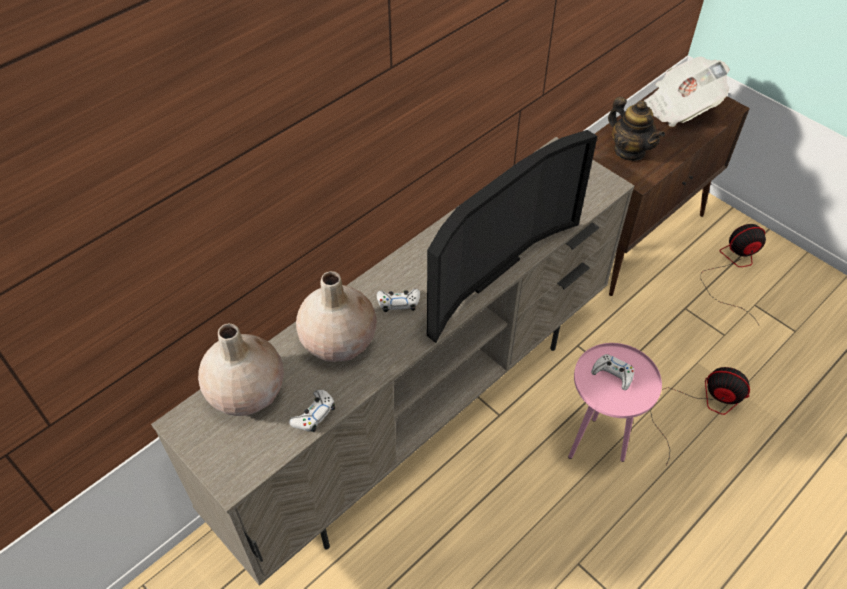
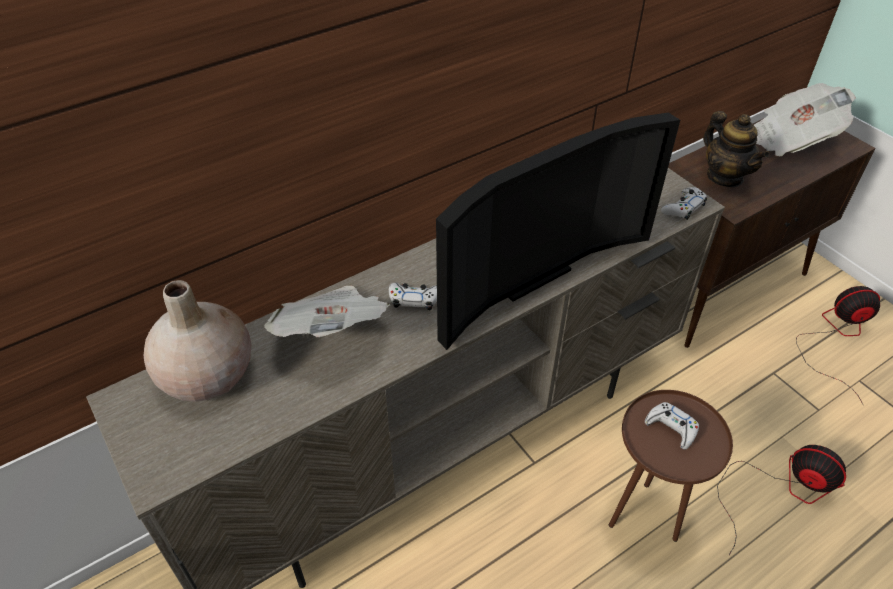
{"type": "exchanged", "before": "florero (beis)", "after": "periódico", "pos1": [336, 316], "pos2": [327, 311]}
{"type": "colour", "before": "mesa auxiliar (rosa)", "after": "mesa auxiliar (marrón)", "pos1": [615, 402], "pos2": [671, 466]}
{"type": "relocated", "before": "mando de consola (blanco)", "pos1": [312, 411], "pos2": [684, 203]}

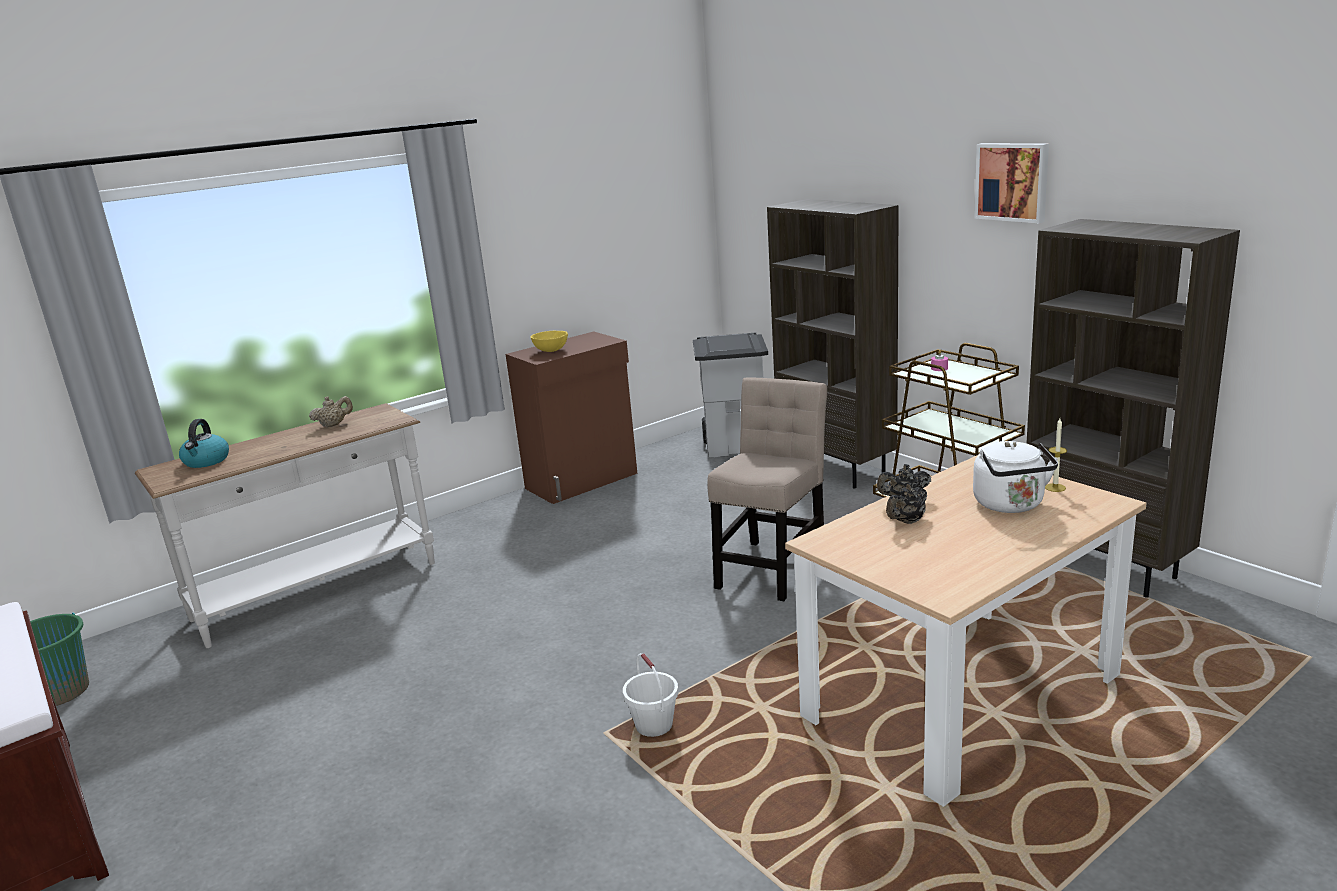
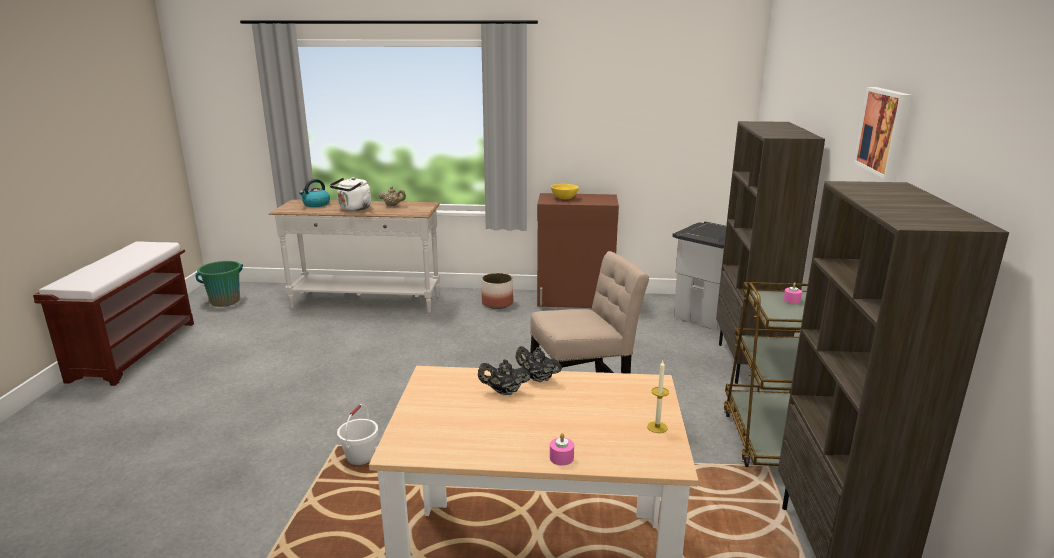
{"type": "relocated", "before": "hervidor (blanco)", "pos1": [1015, 477], "pos2": [350, 194]}
{"type": "appeared", "after": "maceta", "pos2": [497, 291]}
{"type": "appeared", "after": "vela (rosa)", "pos2": [562, 449]}

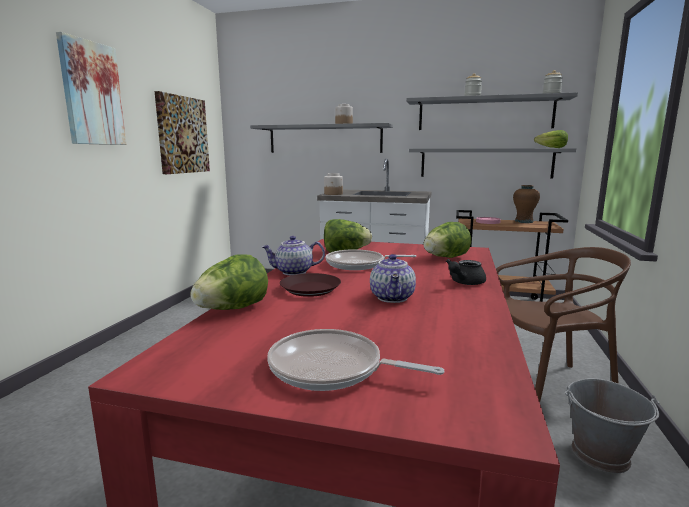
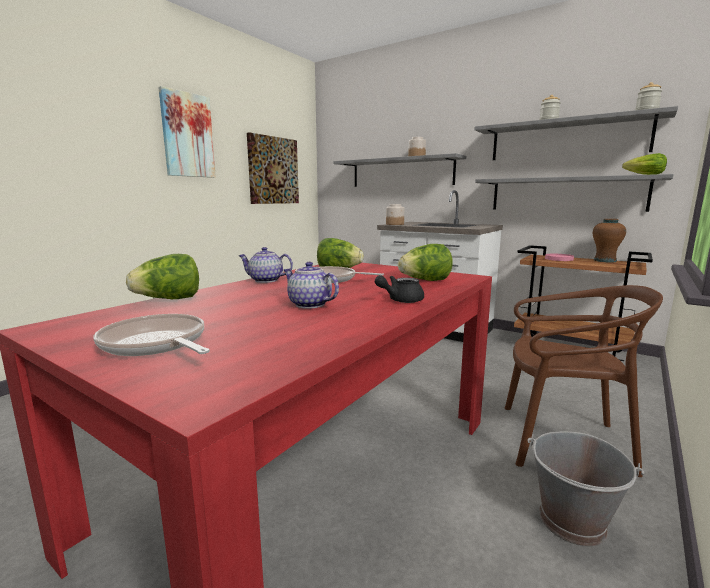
{"type": "spun", "before": "tetera", "pos1": [393, 278], "pos2": [311, 285], "turn": 105}
{"type": "missing", "before": "plato (marrón)", "pos1": [310, 285]}

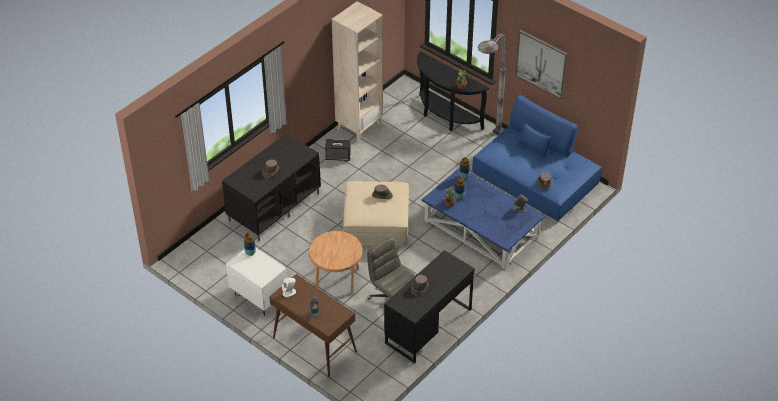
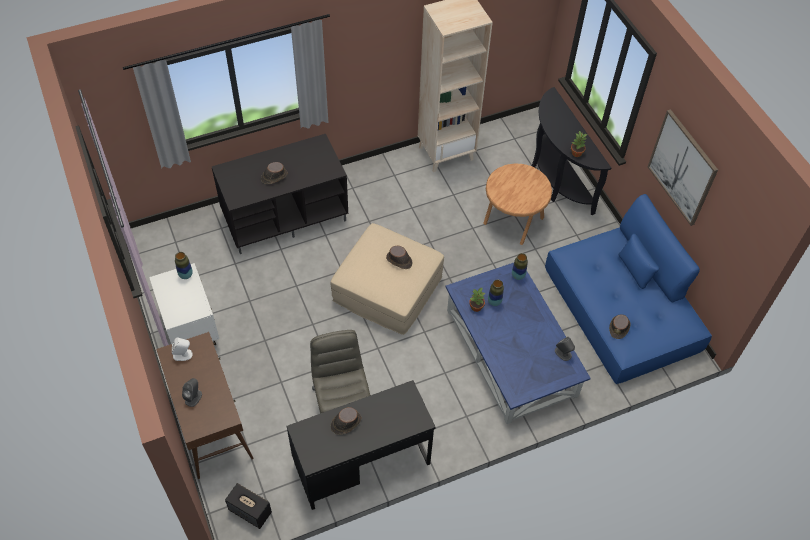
{"type": "relocated", "before": "altavoz", "pos1": [338, 150], "pos2": [248, 506]}
{"type": "relocated", "before": "mesa auxiliar (marrón)", "pos1": [335, 262], "pos2": [517, 204]}
{"type": "missing", "before": "lámpara de pie (gris)", "pos1": [492, 84]}

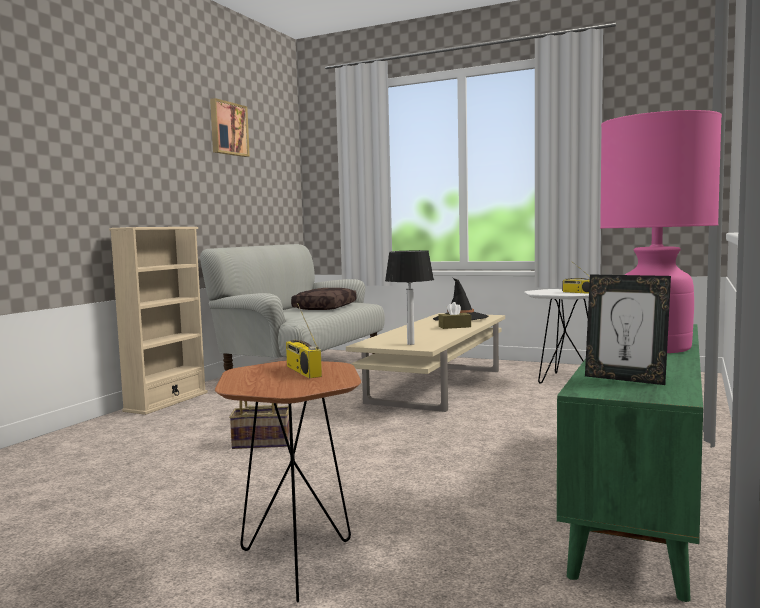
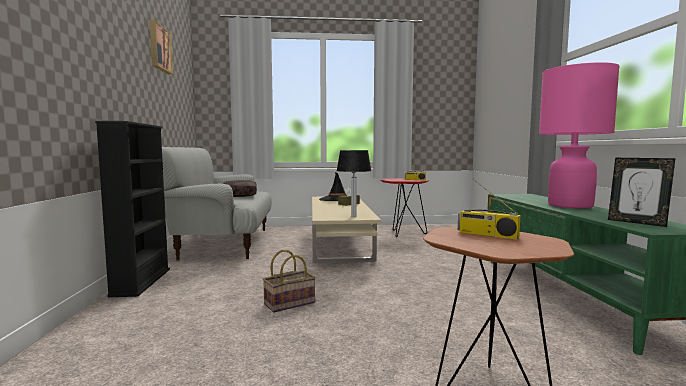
{"type": "colour", "before": "estantería (beis)", "after": "estantería (negro)", "pos1": [158, 321], "pos2": [132, 209]}
{"type": "colour", "before": "mesa auxiliar (blanco)", "after": "mesa auxiliar (rojo)", "pos1": [556, 336], "pos2": [405, 208]}
{"type": "spun", "before": "portarretratos", "pos1": [628, 329], "pos2": [641, 192], "turn": 45}

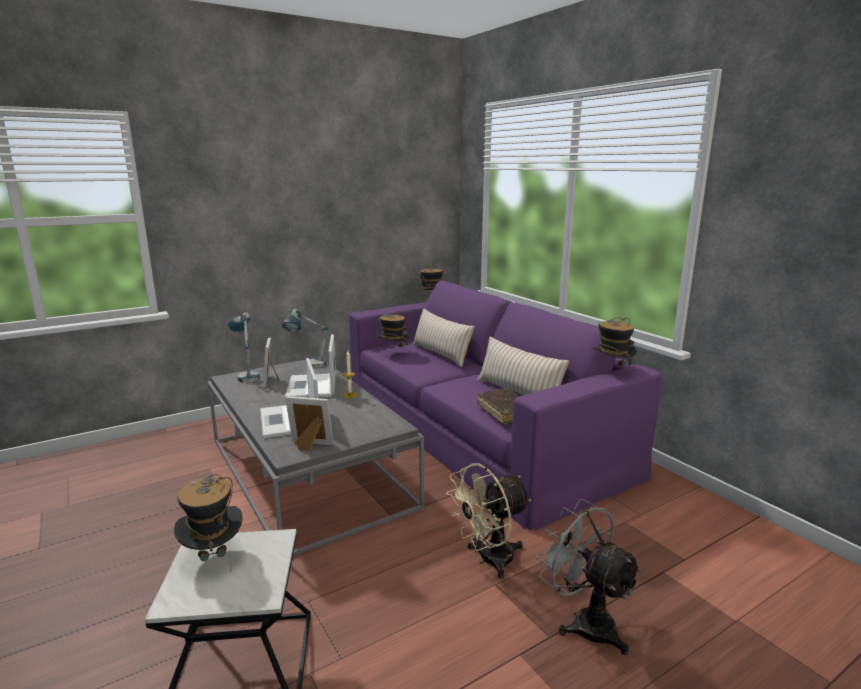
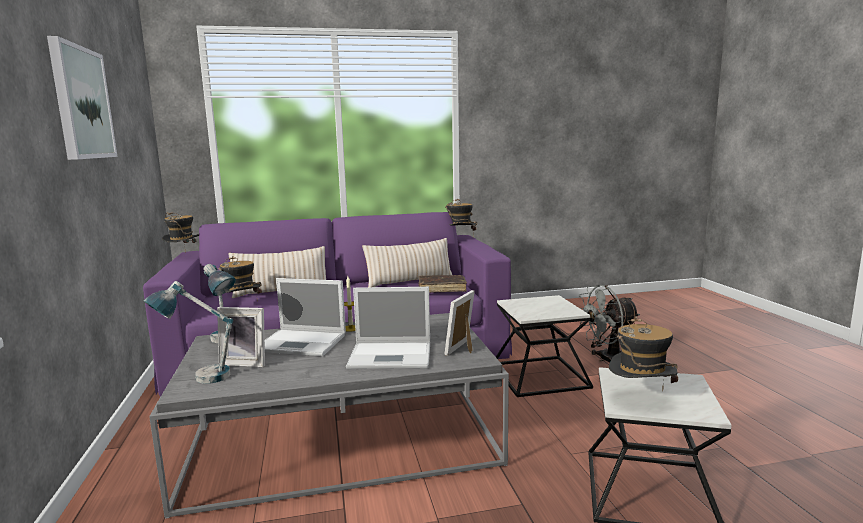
{"type": "appeared", "after": "cuadro", "pos2": [82, 98]}
{"type": "exchanged", "before": "ventilador (beis)", "after": "mesa auxiliar", "pos1": [488, 521], "pos2": [544, 346]}

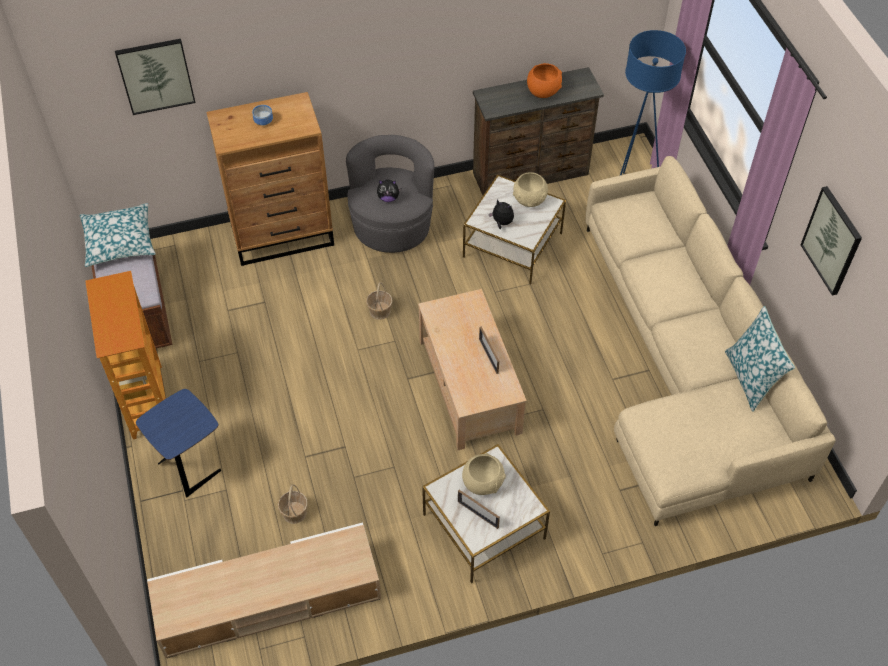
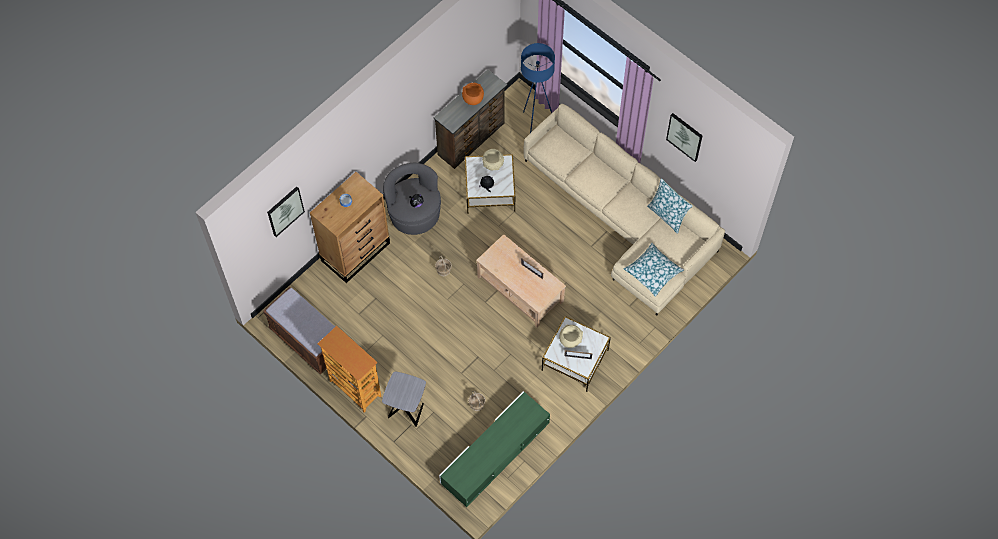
{"type": "colour", "before": "mesa auxiliar (azul)", "after": "mesa auxiliar (gris)", "pos1": [178, 443], "pos2": [404, 399]}
{"type": "colour", "before": "mueble de televisión (beis)", "after": "mueble de televisión (verde)", "pos1": [264, 590], "pos2": [494, 449]}
{"type": "relocated", "before": "cojín", "pos1": [118, 235], "pos2": [653, 270]}

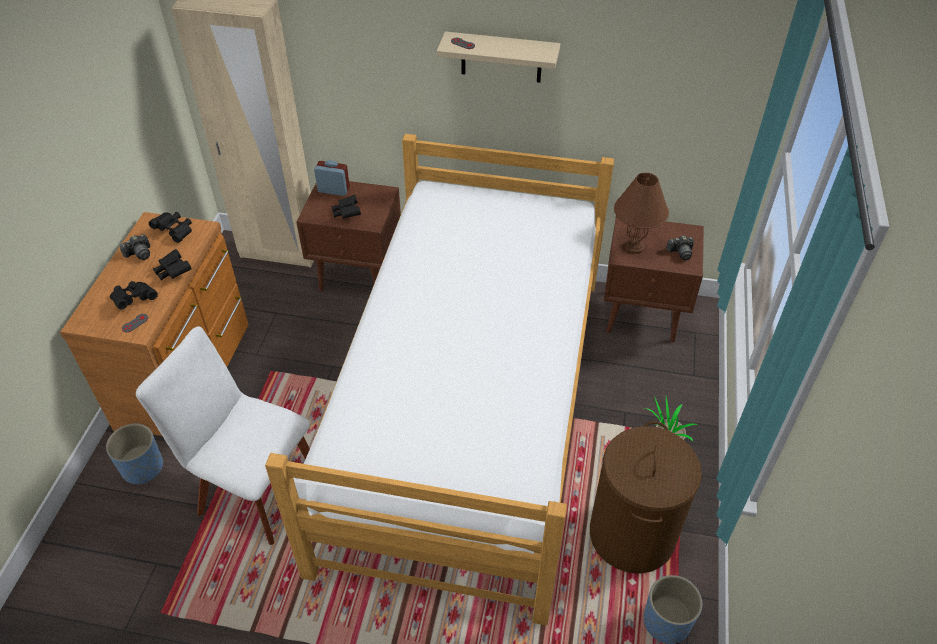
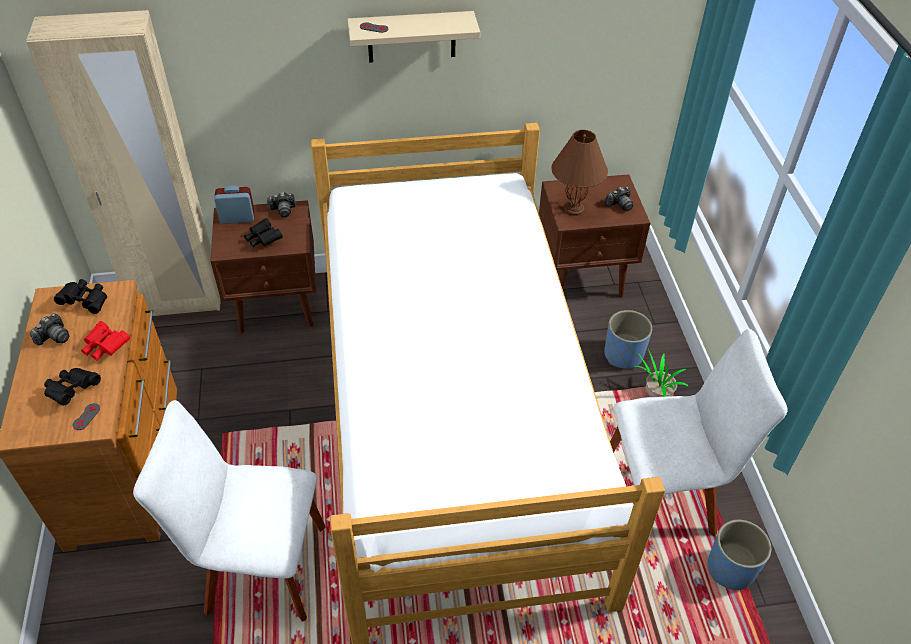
{"type": "colour", "before": "prismáticos (negro)", "after": "prismáticos (rojo)", "pos1": [172, 265], "pos2": [105, 341]}
{"type": "appeared", "after": "cámara", "pos2": [281, 205]}
{"type": "relocated", "before": "maceta (azul)", "pos1": [134, 454], "pos2": [628, 339]}
{"type": "exchanged", "before": "cesto de la ropa (marrón)", "after": "silla (blanco)", "pos1": [646, 497], "pos2": [699, 433]}

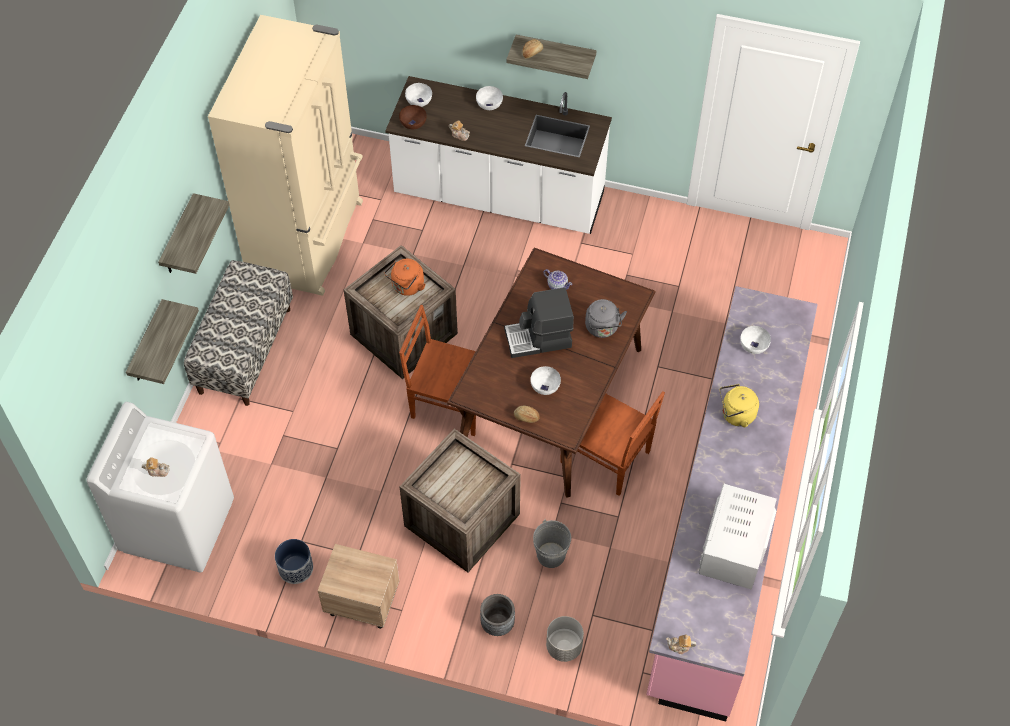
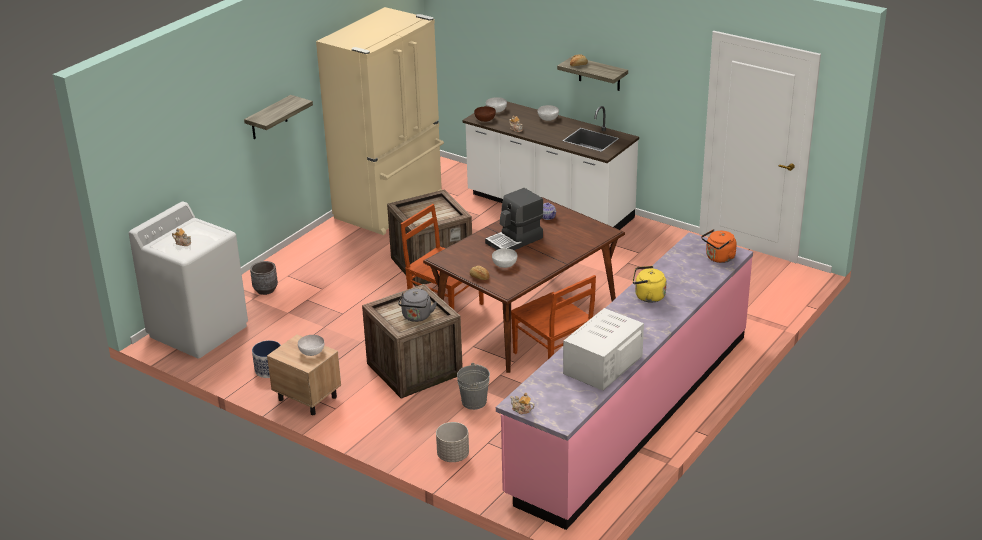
{"type": "relocated", "before": "maceta (gris)", "pos1": [497, 615], "pos2": [264, 278]}
{"type": "relocated", "before": "cuenco (blanco)", "pos1": [755, 340], "pos2": [311, 345]}
{"type": "relocated", "before": "hervidor (gris)", "pos1": [606, 318], "pos2": [417, 305]}
{"type": "spun", "before": "cafetera", "pos1": [539, 322], "pos2": [514, 219], "turn": -45}
{"type": "relocated", "before": "hervidor (naranja)", "pos1": [405, 277], "pos2": [719, 246]}
{"type": "missing", "before": "estante", "pos1": [162, 341]}
{"type": "missing", "before": "banco", "pos1": [238, 333]}

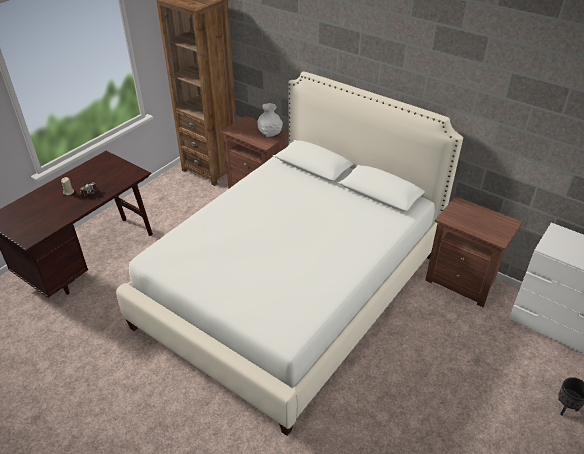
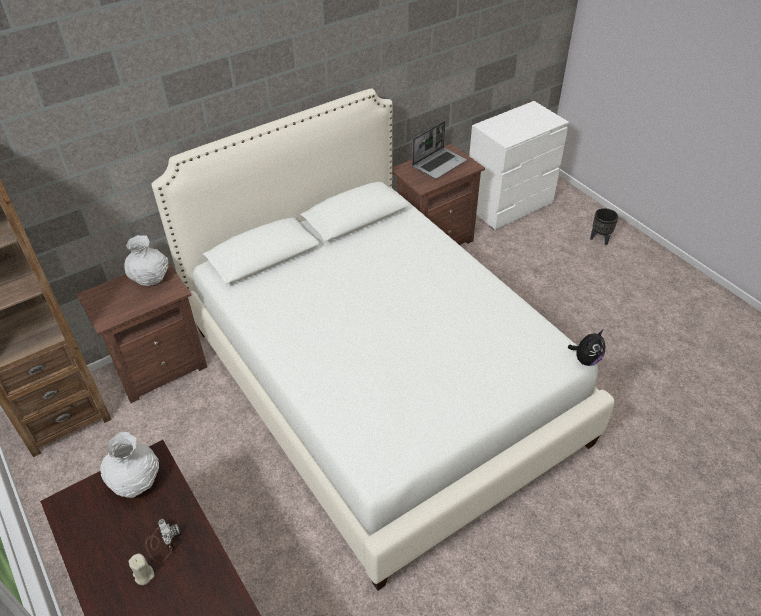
{"type": "appeared", "after": "florero (blanco)", "pos2": [129, 465]}
{"type": "appeared", "after": "portátil", "pos2": [439, 150]}
{"type": "appeared", "after": "peluche", "pos2": [587, 347]}

